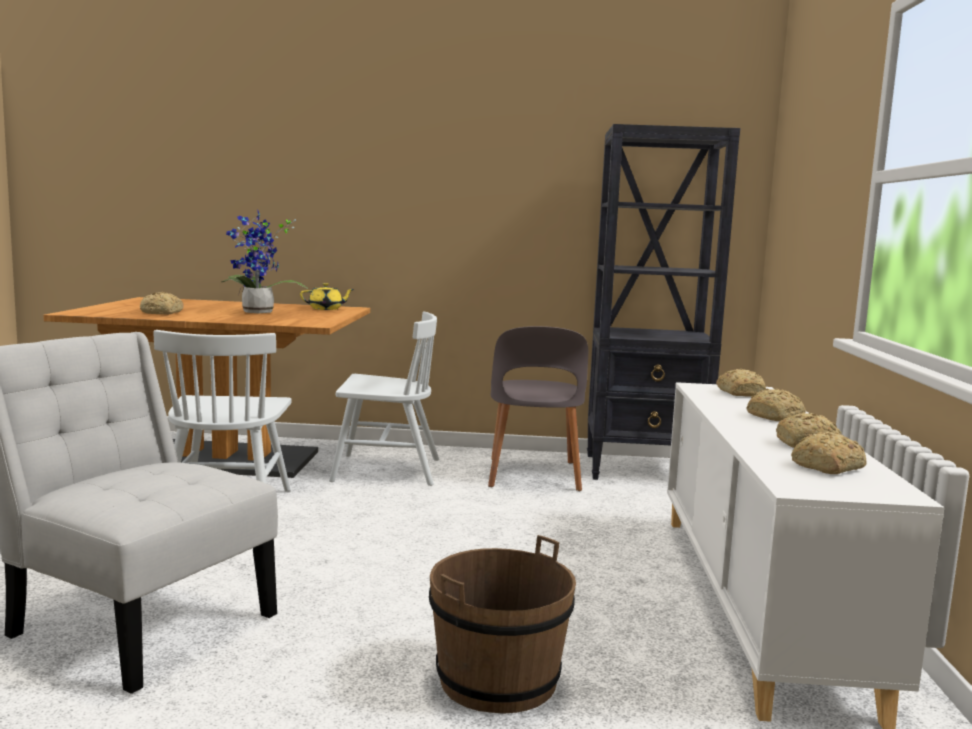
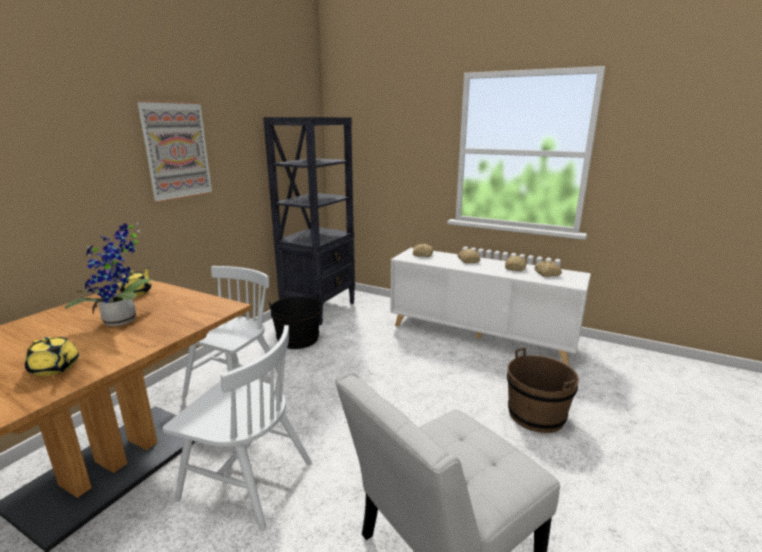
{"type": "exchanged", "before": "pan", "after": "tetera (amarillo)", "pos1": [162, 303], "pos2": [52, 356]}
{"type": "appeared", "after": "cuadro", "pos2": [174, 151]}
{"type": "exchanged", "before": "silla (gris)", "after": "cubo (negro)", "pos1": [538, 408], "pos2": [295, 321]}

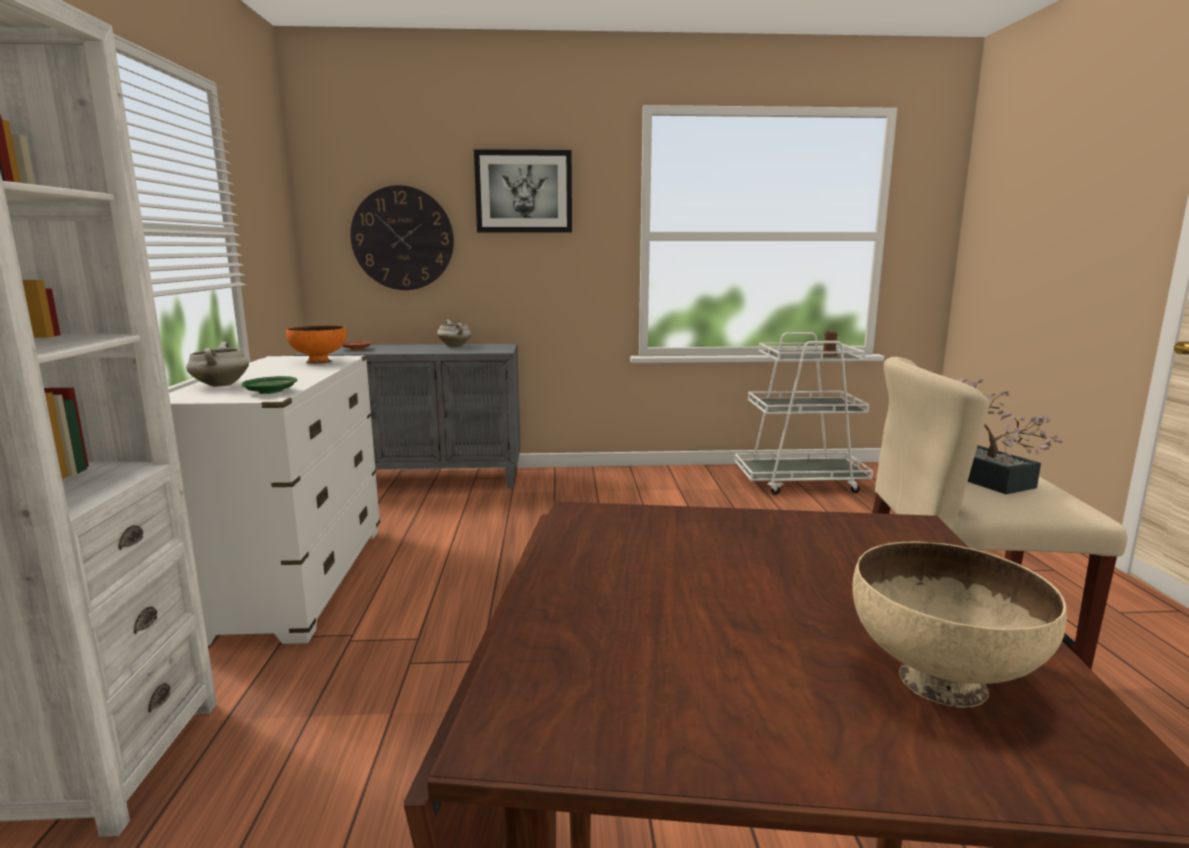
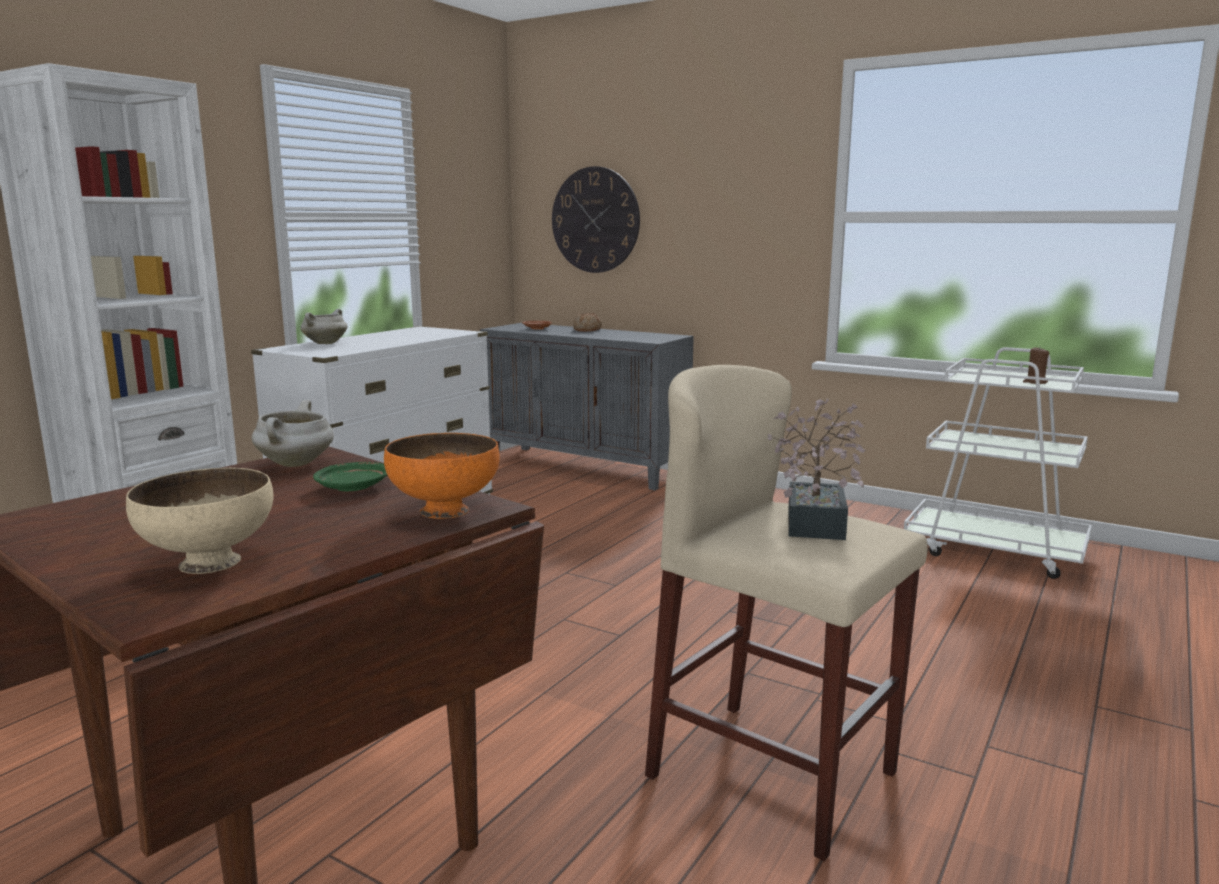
{"type": "relocated", "before": "olla (blanco)", "pos1": [454, 333], "pos2": [292, 433]}
{"type": "relocated", "before": "plato (verde)", "pos1": [269, 385], "pos2": [350, 477]}
{"type": "relocated", "before": "cuenco (naranja)", "pos1": [316, 344], "pos2": [442, 476]}
{"type": "appeared", "after": "pan", "pos2": [587, 322]}
{"type": "missing", "before": "cuadro", "pos1": [523, 191]}

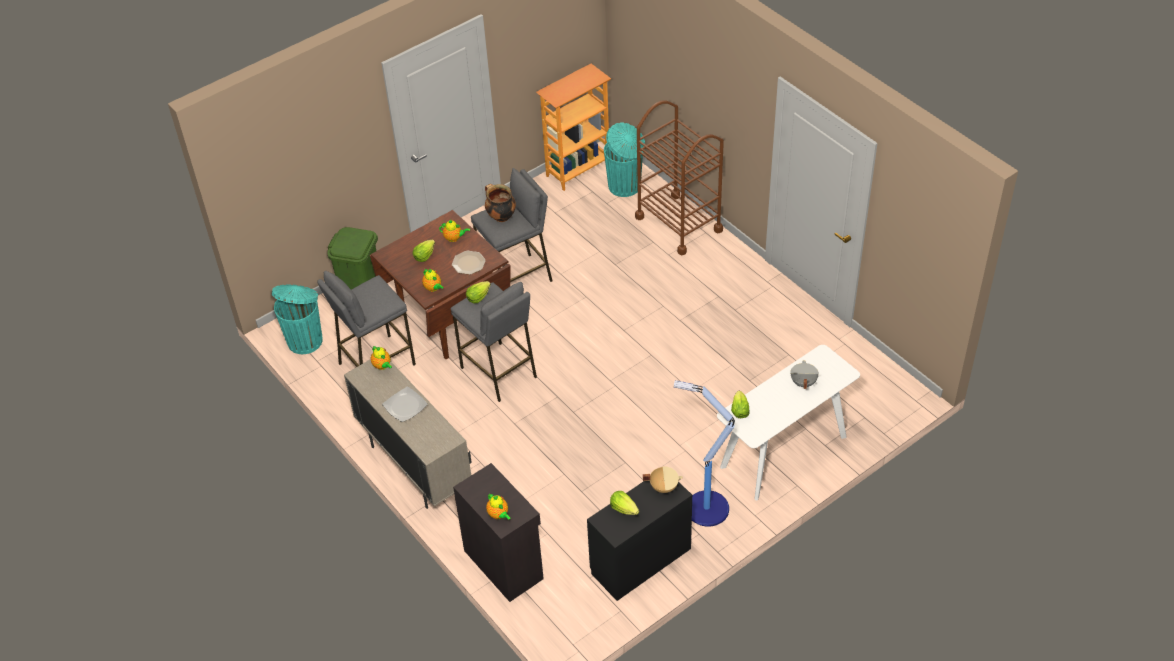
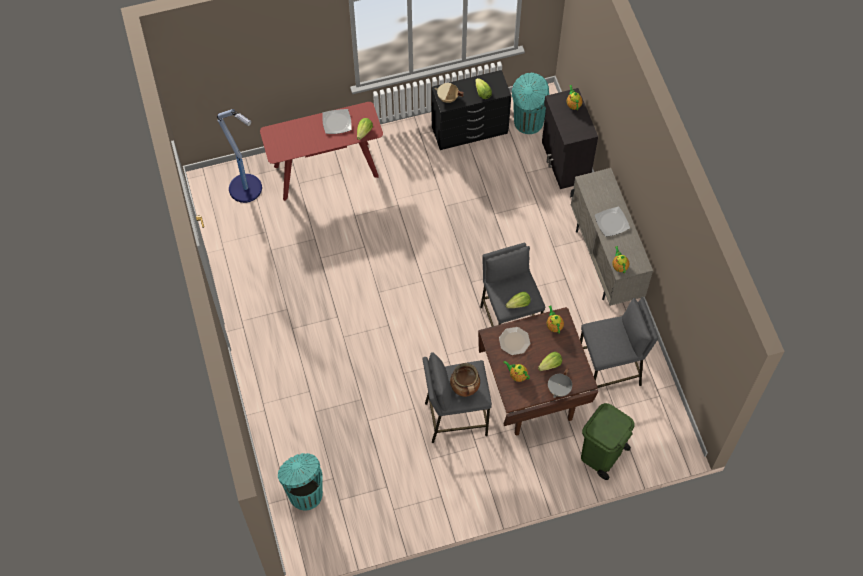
{"type": "relocated", "before": "lámpara de pie", "pos1": [704, 453], "pos2": [239, 156]}
{"type": "colour", "before": "mesa consola (blanco)", "after": "mesa consola (rojo)", "pos1": [788, 423], "pos2": [321, 151]}
{"type": "appeared", "after": "plato", "pos2": [337, 121]}
{"type": "relocated", "before": "papelera (turquesa)", "pos1": [297, 319], "pos2": [530, 103]}
{"type": "relocated", "before": "olla (gris)", "pos1": [804, 374], "pos2": [560, 382]}
{"type": "missing", "before": "estantería", "pos1": [573, 127]}
{"type": "missing", "before": "carrito (marrón)", "pos1": [679, 177]}

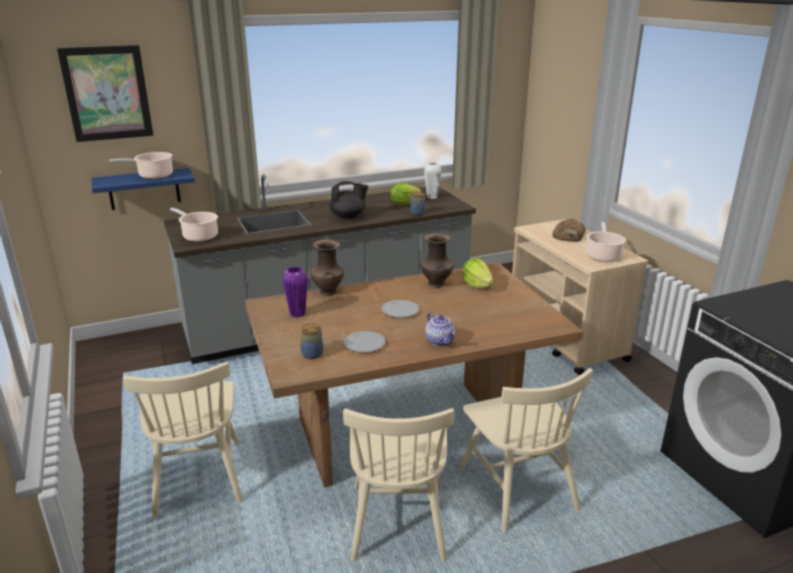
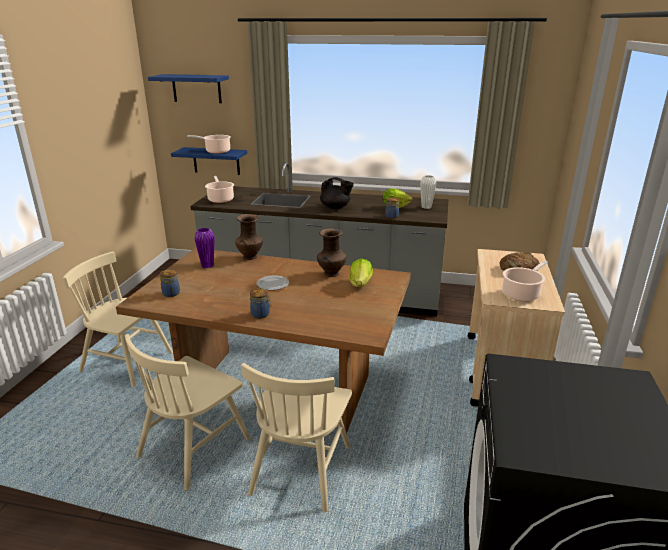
{"type": "spun", "before": "silla (beis)", "pos1": [183, 440], "pos2": [118, 319], "turn": 90}
{"type": "exchanged", "before": "cuadro", "after": "estante (azul)", "pos1": [105, 93], "pos2": [188, 88]}
{"type": "exchanged", "before": "tetera", "after": "tarro", "pos1": [440, 329], "pos2": [261, 304]}
{"type": "missing", "before": "plato", "pos1": [364, 342]}

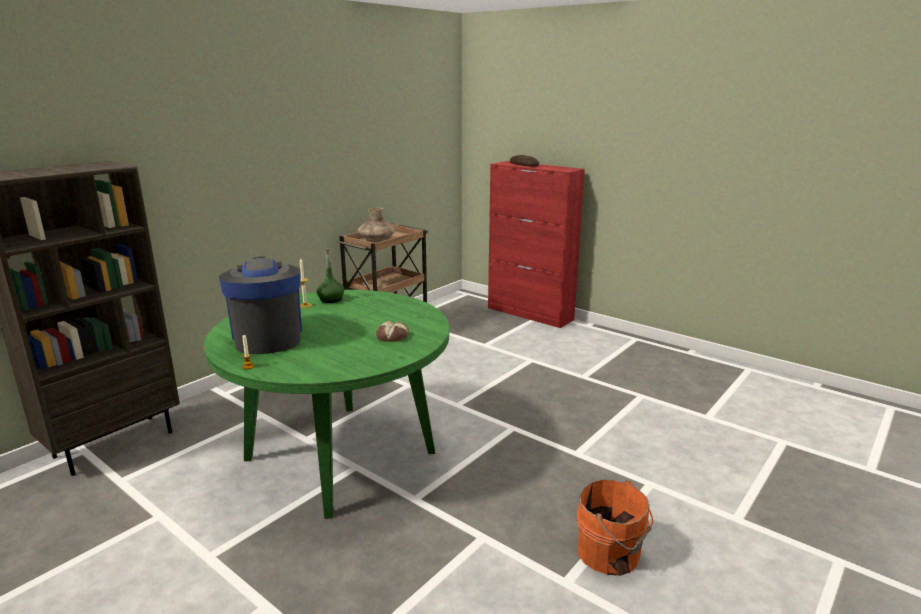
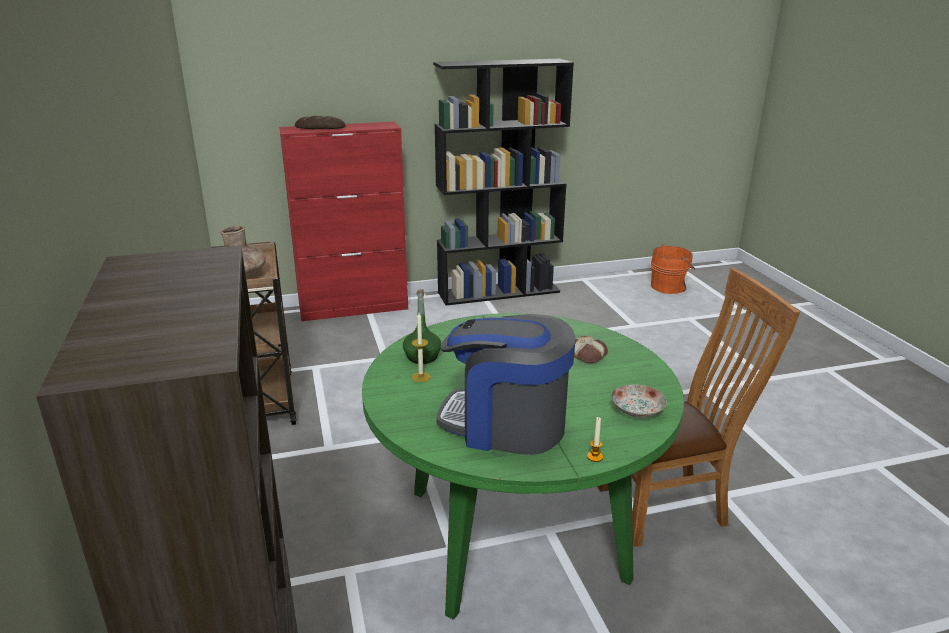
{"type": "appeared", "after": "estantería (negro)", "pos2": [503, 182]}
{"type": "appeared", "after": "silla (marrón)", "pos2": [698, 407]}
{"type": "appeared", "after": "plato", "pos2": [639, 401]}
{"type": "relocated", "before": "cubo (naranja)", "pos1": [615, 527], "pos2": [673, 269]}

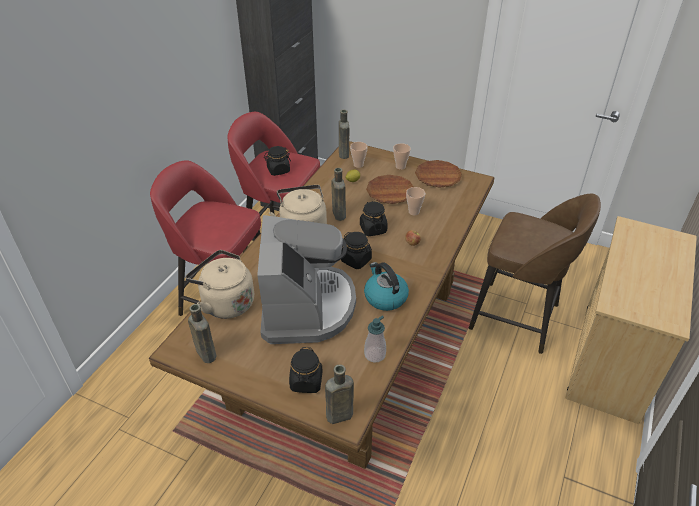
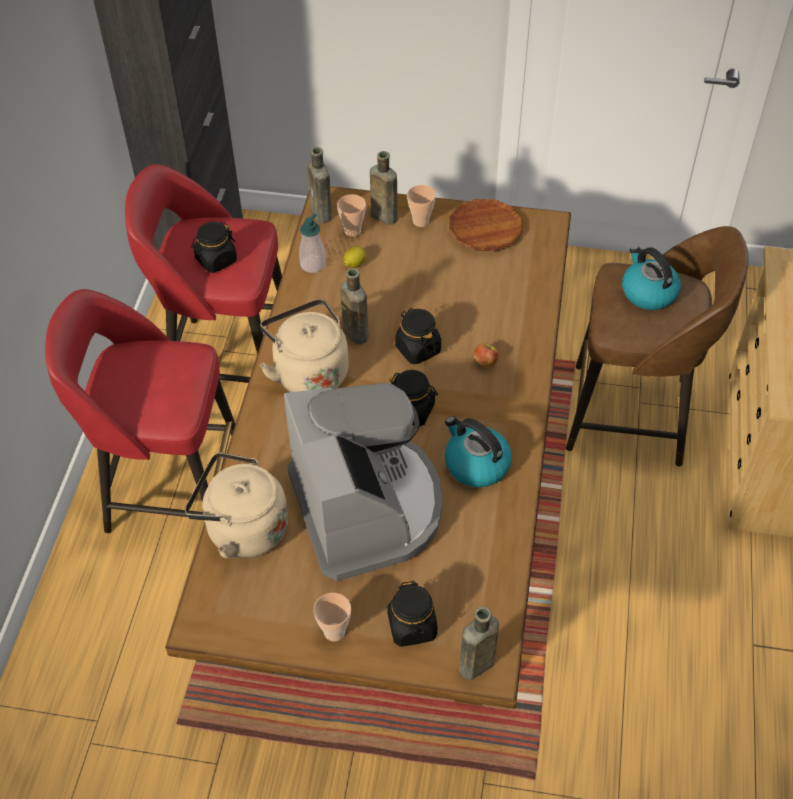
{"type": "relocated", "before": "dispensador de jabón", "pos1": [375, 339], "pos2": [312, 243]}
{"type": "relocated", "before": "taza", "pos1": [415, 201], "pos2": [332, 617]}
{"type": "relocated", "before": "botella (marrón)", "pos1": [202, 333], "pos2": [383, 188]}
{"type": "appeared", "after": "hervidor", "pos2": [651, 278]}
{"type": "missing", "before": "plato (marrón)", "pos1": [389, 189]}

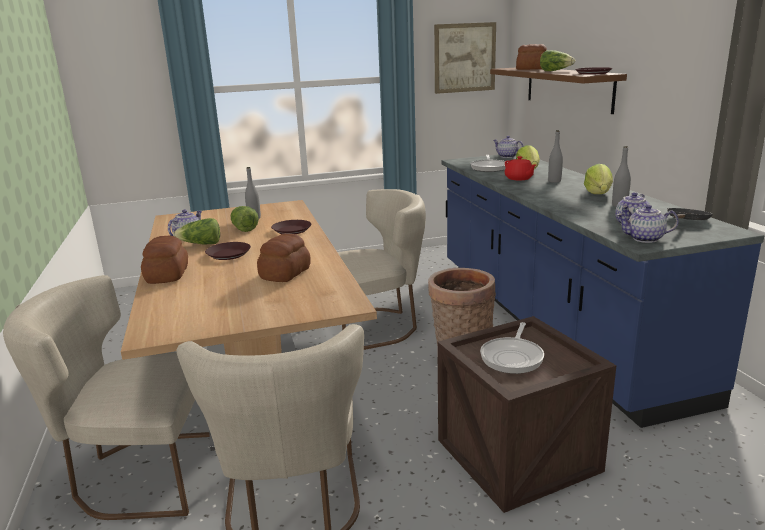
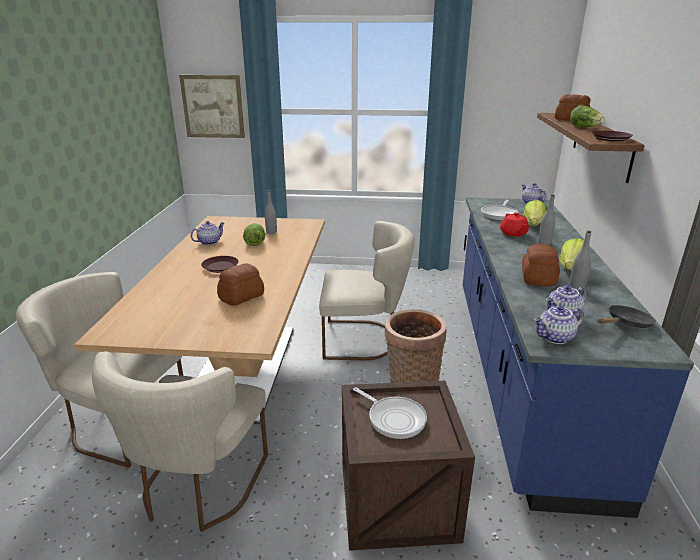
{"type": "relocated", "before": "cuadro", "pos1": [465, 58], "pos2": [212, 106]}
{"type": "spun", "before": "sartén", "pos1": [512, 348], "pos2": [390, 413], "turn": -90}
{"type": "relocated", "before": "pan", "pos1": [164, 260], "pos2": [541, 265]}
{"type": "spun", "before": "tetera", "pos1": [648, 224], "pos2": [558, 324], "turn": -45}
{"type": "missing", "before": "lechuga", "pos1": [196, 231]}
{"type": "missing", "before": "plato (marrón)", "pos1": [291, 227]}

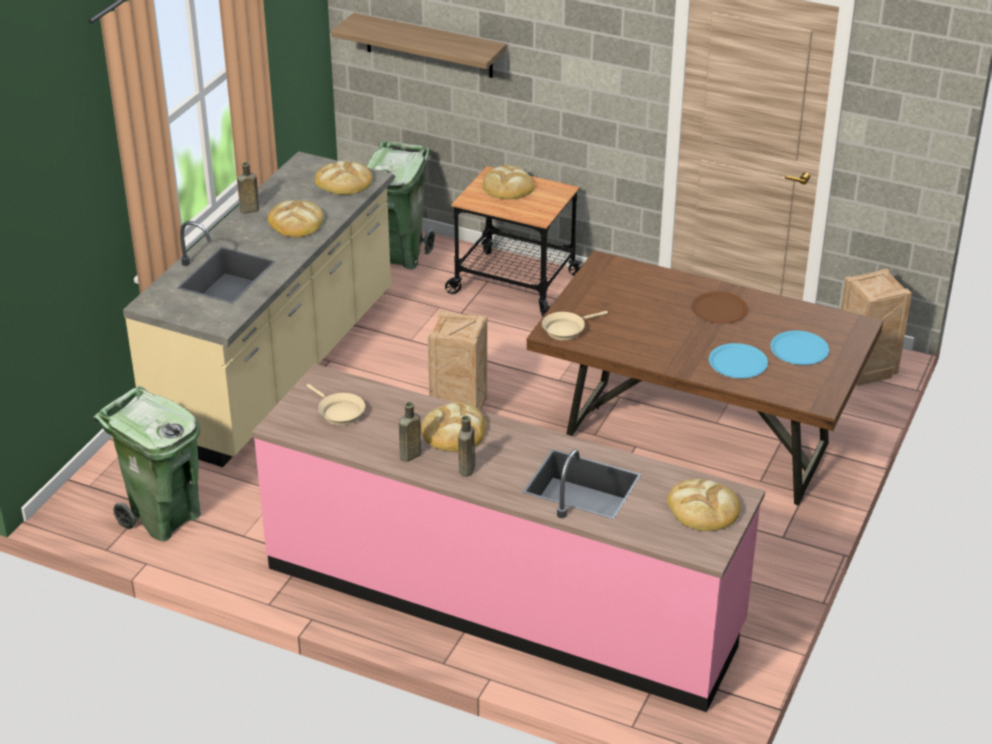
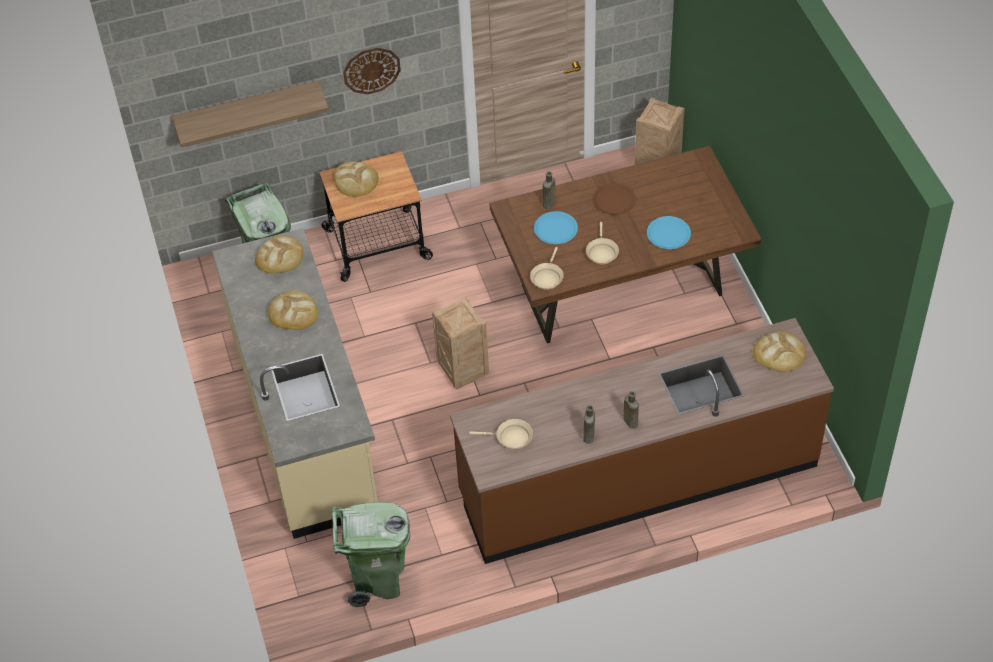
{"type": "appeared", "after": "reloj de pared", "pos2": [372, 71]}
{"type": "colour", "before": "mueble bajo de cocina (rosa)", "after": "mueble bajo de cocina (marrón)", "pos1": [508, 538], "pos2": [642, 441]}
{"type": "relocated", "before": "plato (azul)", "pos1": [799, 348], "pos2": [556, 227]}
{"type": "relocated", "before": "botella (marrón)", "pos1": [248, 188], "pos2": [549, 190]}
{"type": "appeared", "after": "sartén (beis)", "pos2": [602, 243]}
{"type": "missing", "before": "pan", "pos1": [453, 427]}

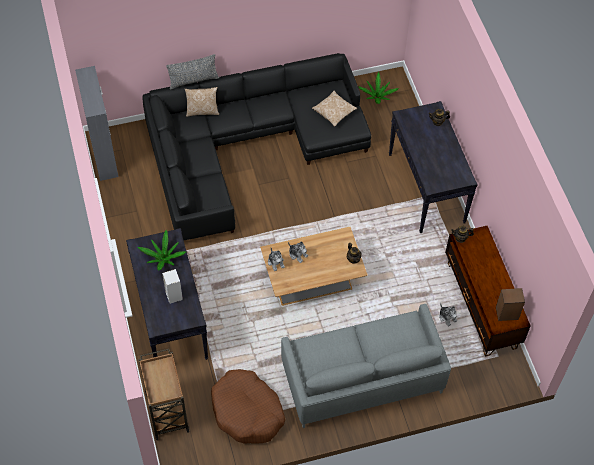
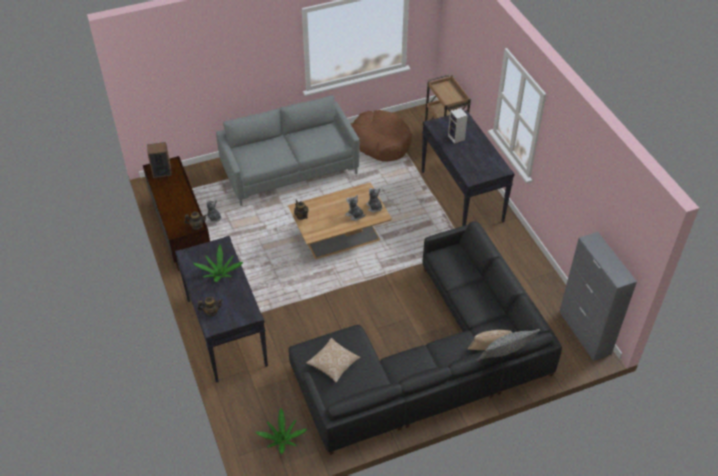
{"type": "relocated", "before": "planta en maceta", "pos1": [162, 250], "pos2": [218, 263]}

